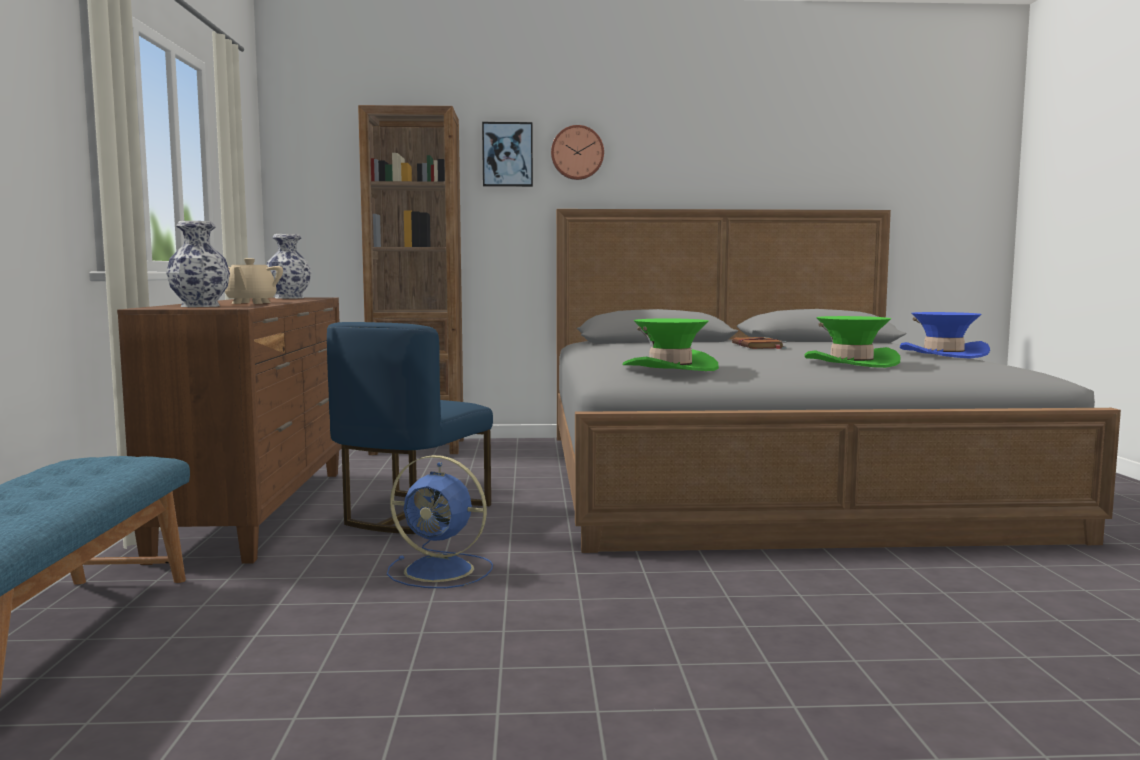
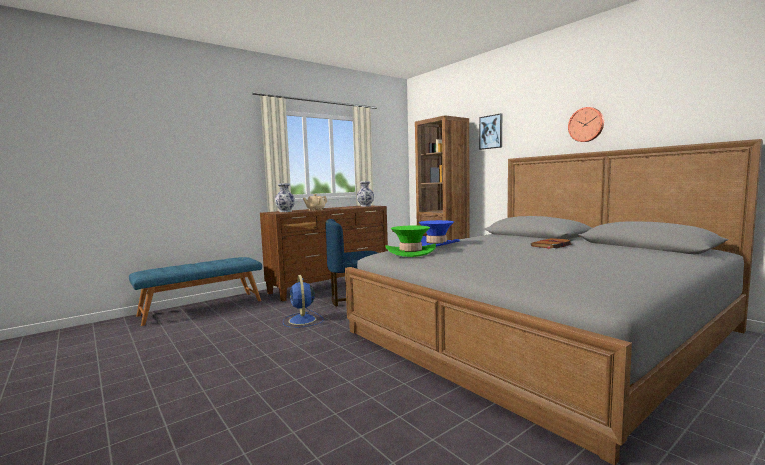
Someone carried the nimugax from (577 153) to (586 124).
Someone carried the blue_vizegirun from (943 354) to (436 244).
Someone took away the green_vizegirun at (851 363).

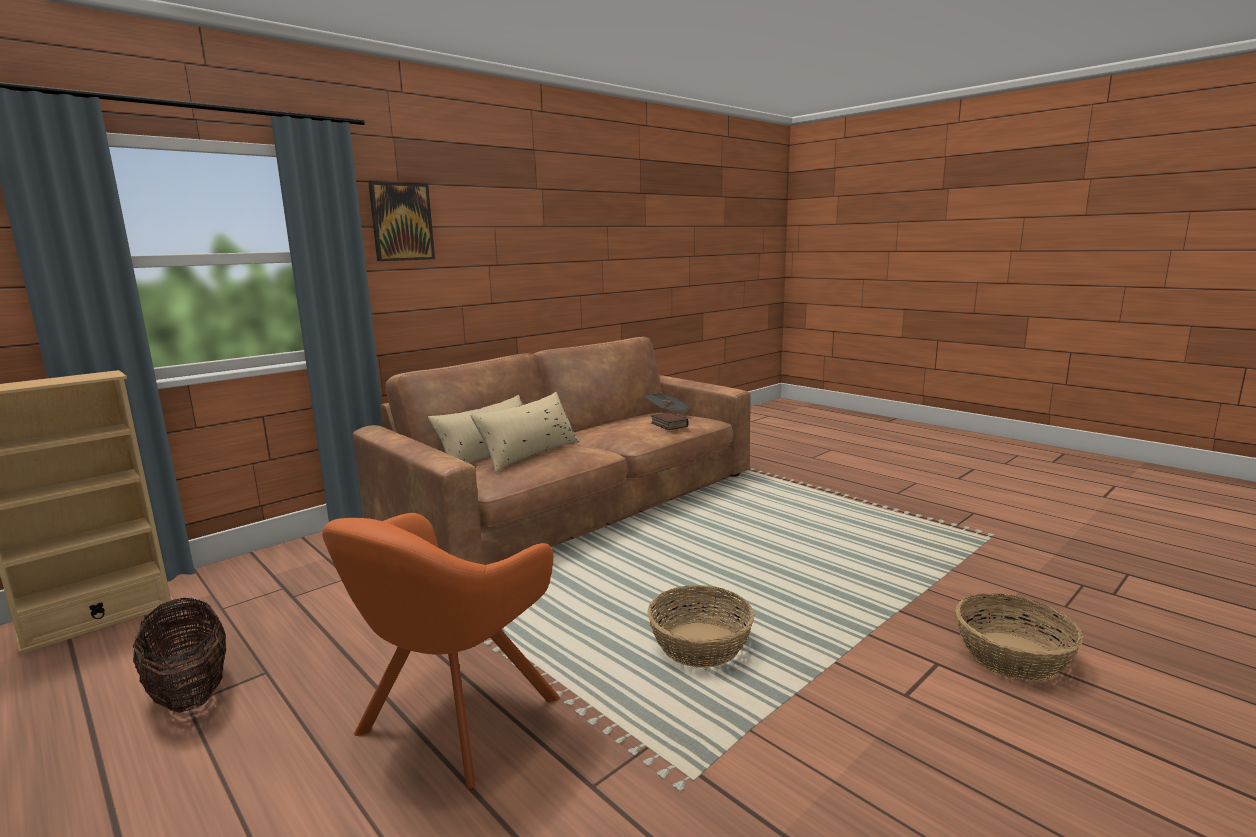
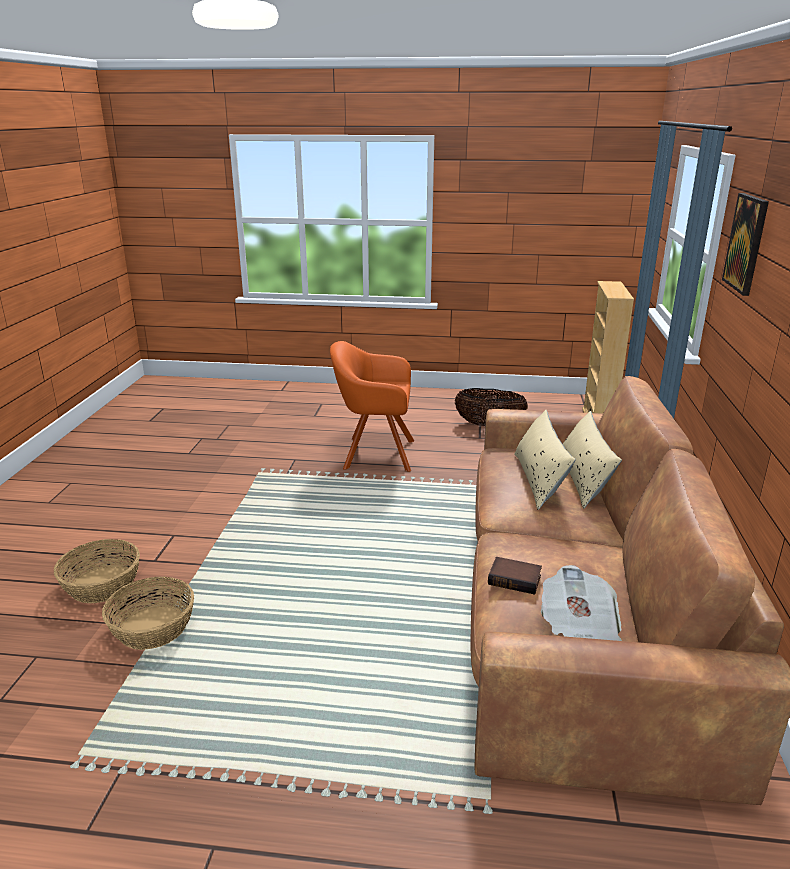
Someone rotated the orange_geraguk at (451 722) by 75 degrees counterclockwise.
Someone carried the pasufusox from (700 644) to (153 628).

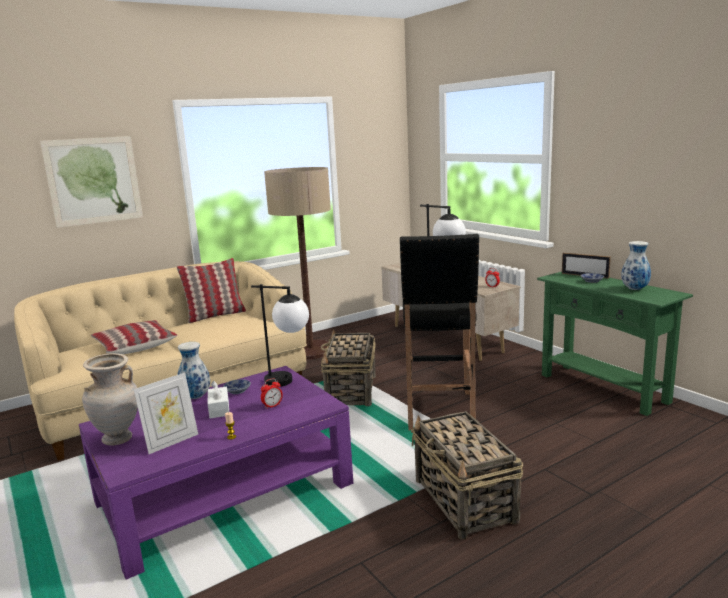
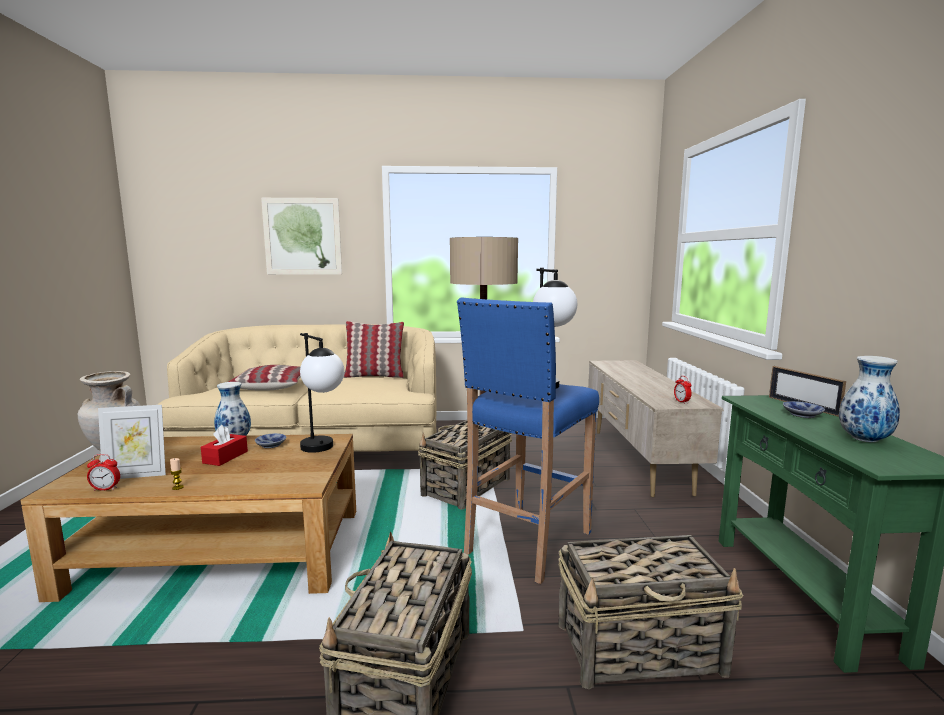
Someone repainted the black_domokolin at (439 412), which became the blue_domokolin at (527 543).
Someone repainted the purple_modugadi at (225 492), which became the brown_modugadi at (222 550).
Someone carried the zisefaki from (272 406) to (105 489).
Someone repainted the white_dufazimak at (219 409), which became the red_dufazimak at (225 457).
Someone put down the pasufusox at (641 648).

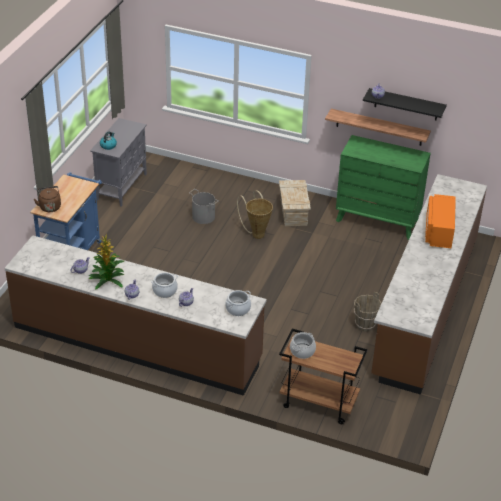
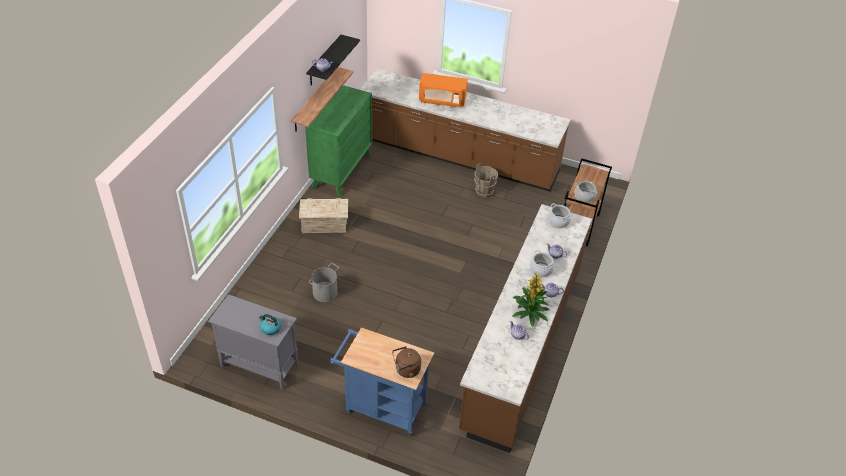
Someone took away the pasufusox at (256 233).

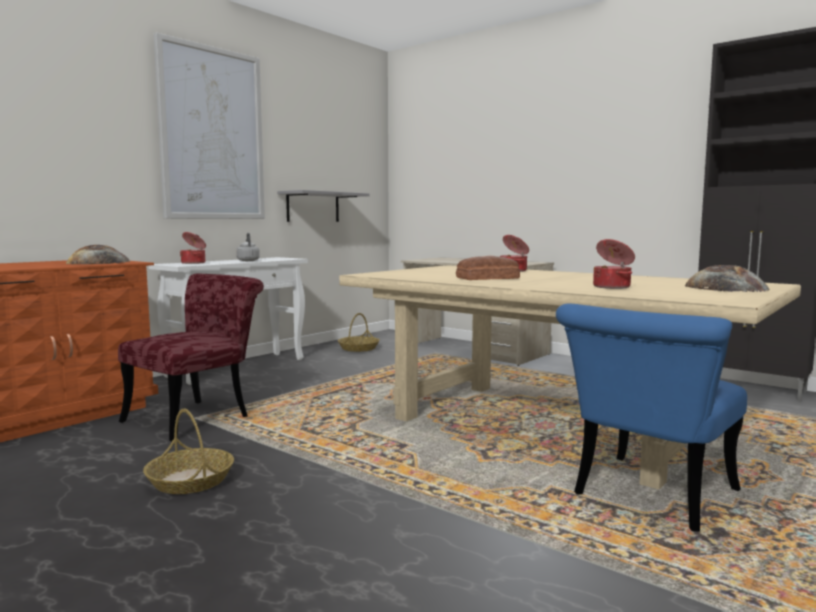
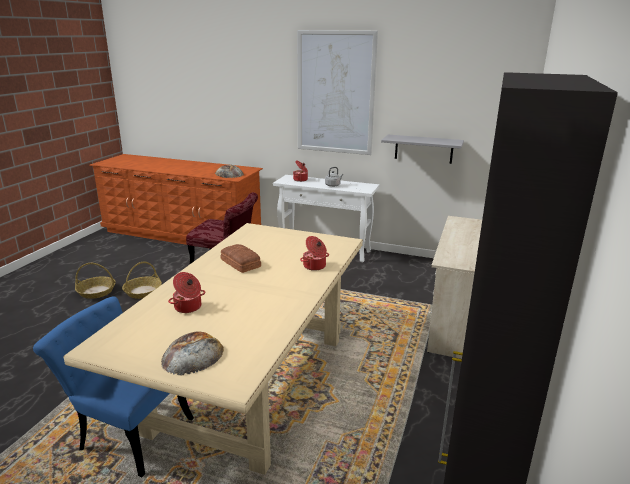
Someone carried the pasufusox from (358 348) to (97 291).

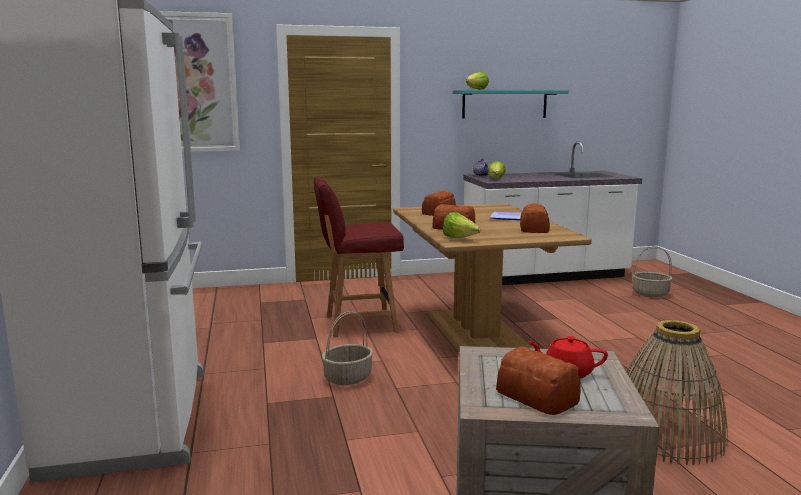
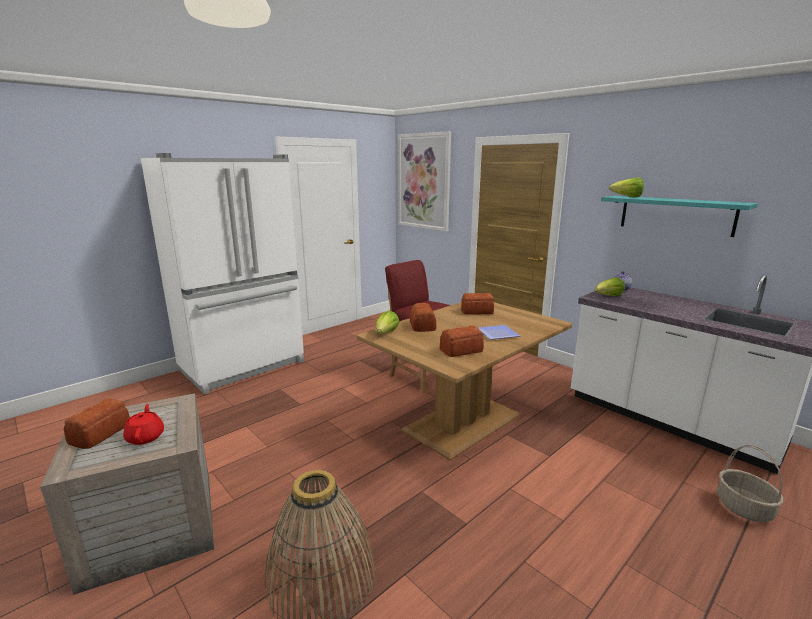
Someone took away the pasufusox at (348 377).

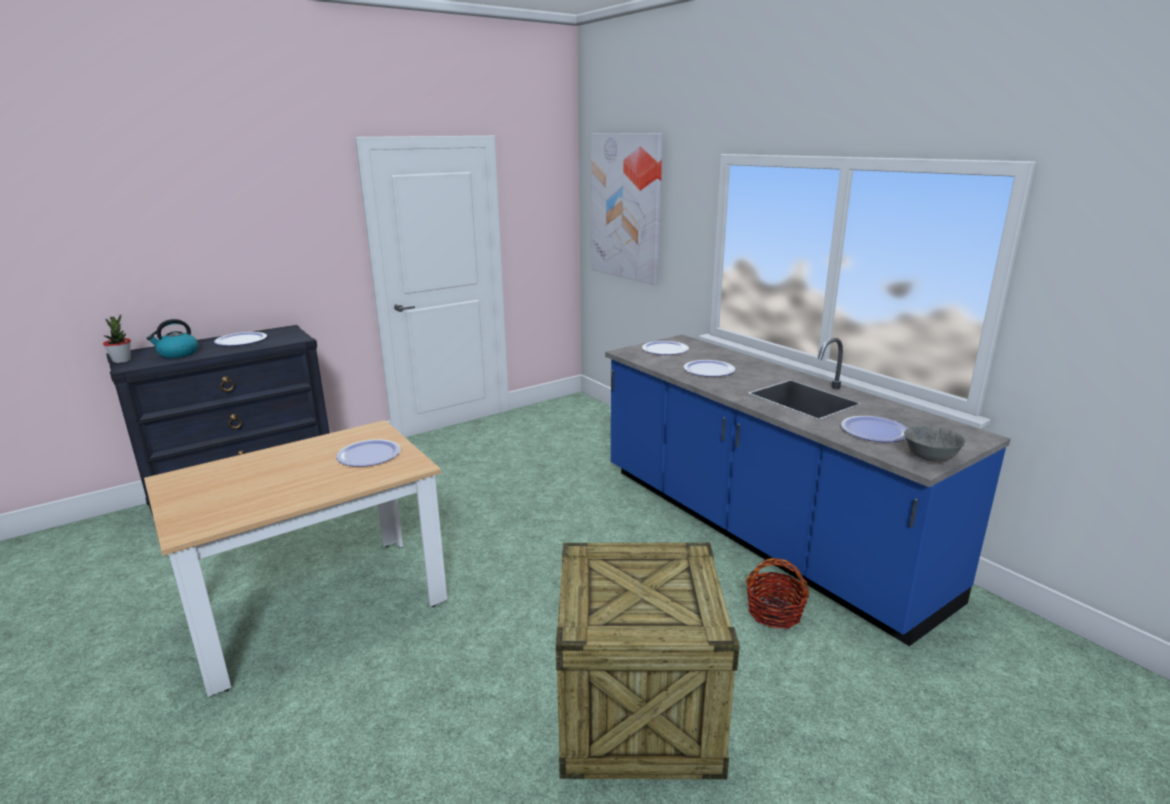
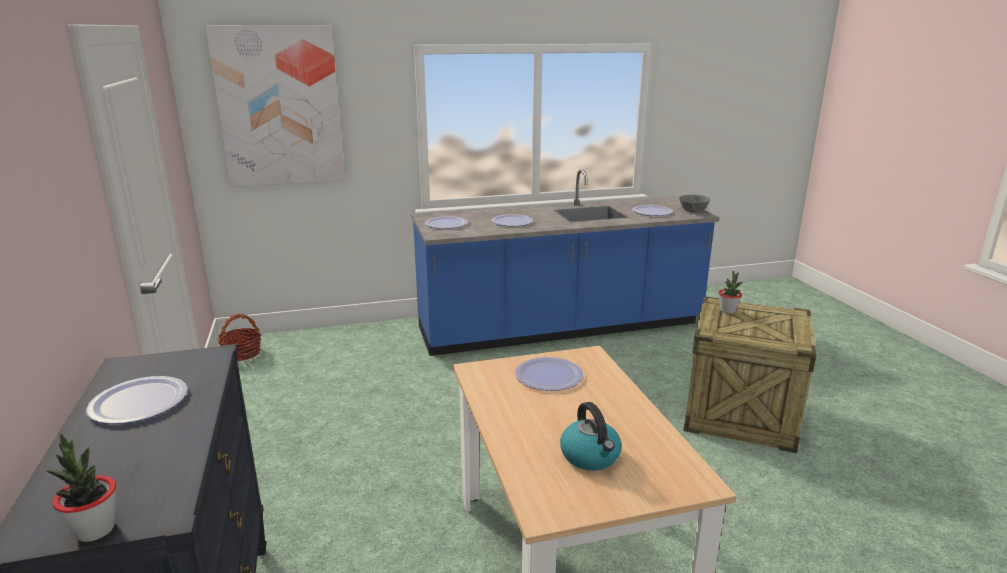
Someone carried the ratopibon from (178 354) to (591 456).
Someone carried the pasufusox from (774 612) to (242 353).
Someone put down the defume at (727 311).

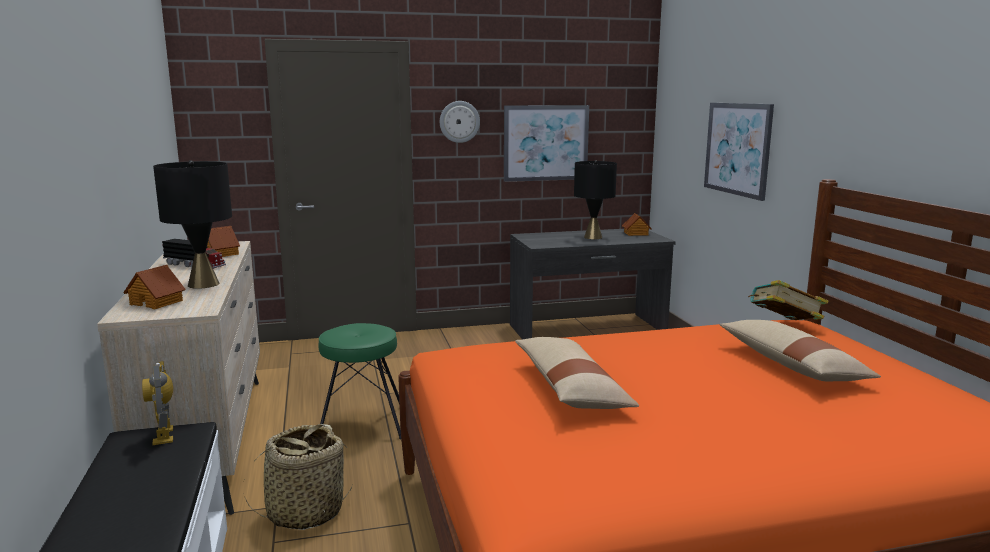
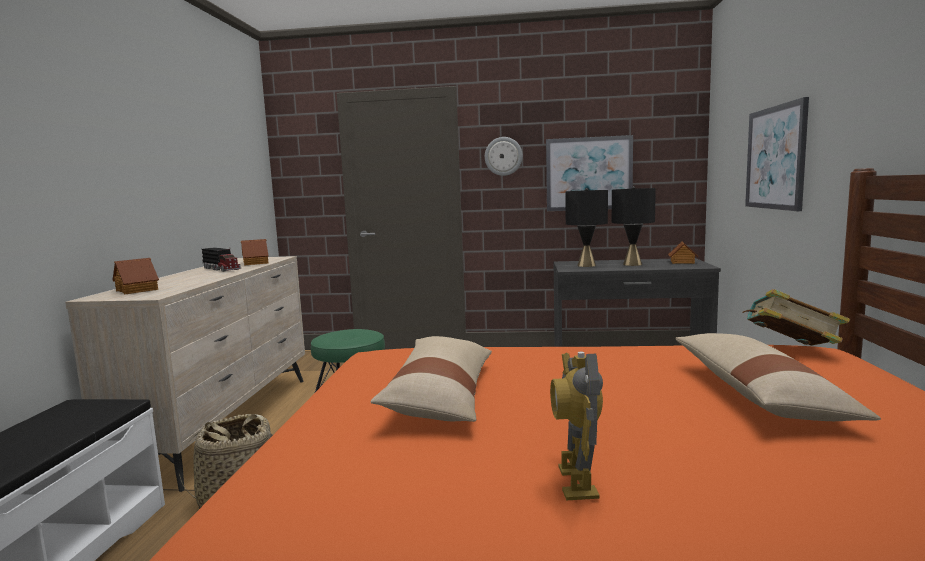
Someone carried the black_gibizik from (203 284) to (586 265).
Someone carried the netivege from (164 435) to (576 482).

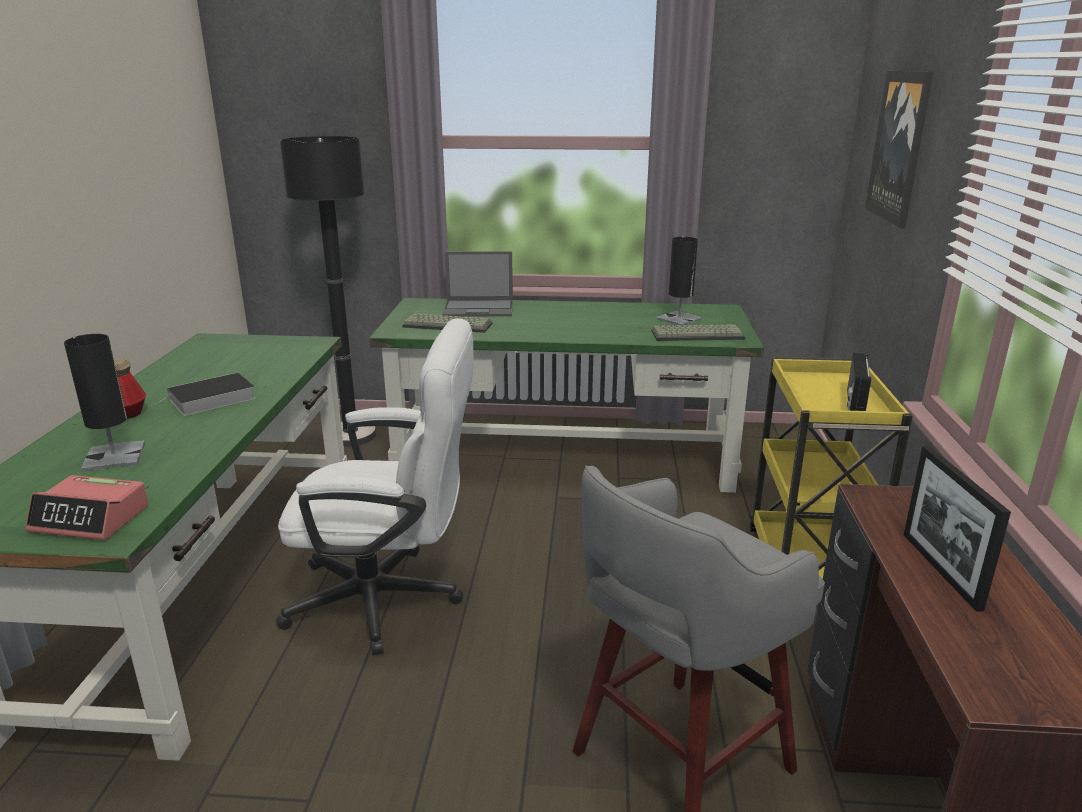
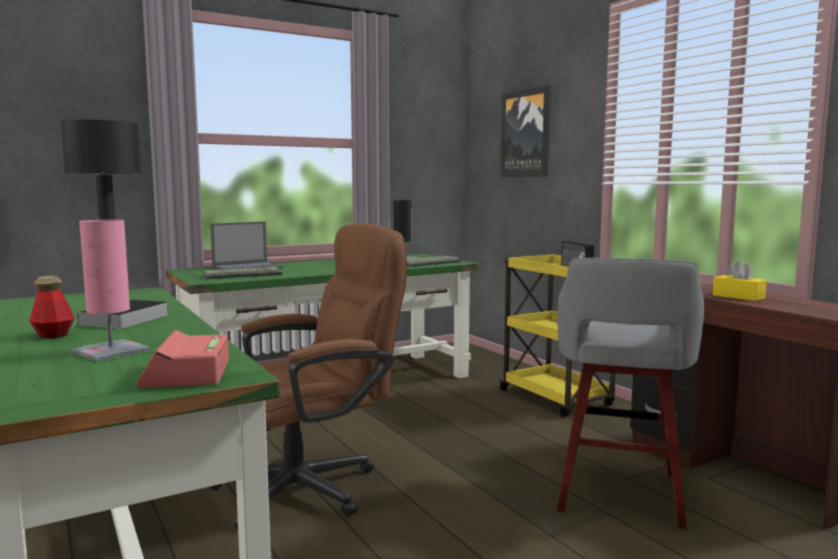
Someone repainted the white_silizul at (390 599), which became the brown_silizul at (312 486).
Someone repainted the black_gibizik at (114 457), which became the pink_gibizik at (111 351).
Someone swapped the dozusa at (940 570) for the yellow_dufazimak at (738 296).
Someone rotated the zisefaki at (91 519) by 105 degrees clockwise.

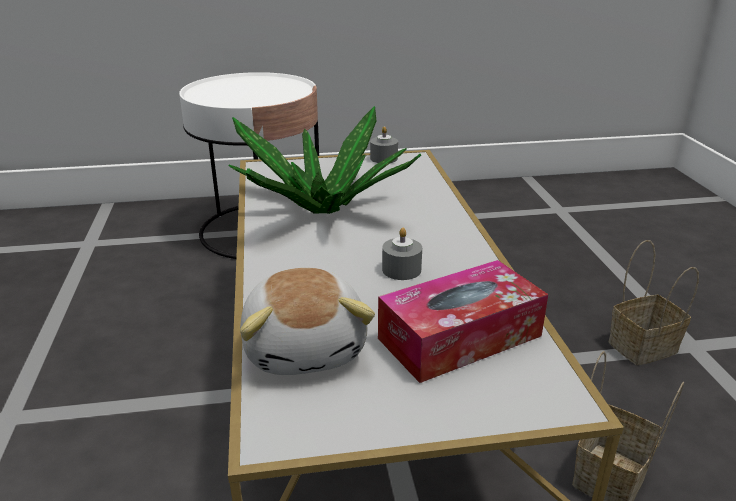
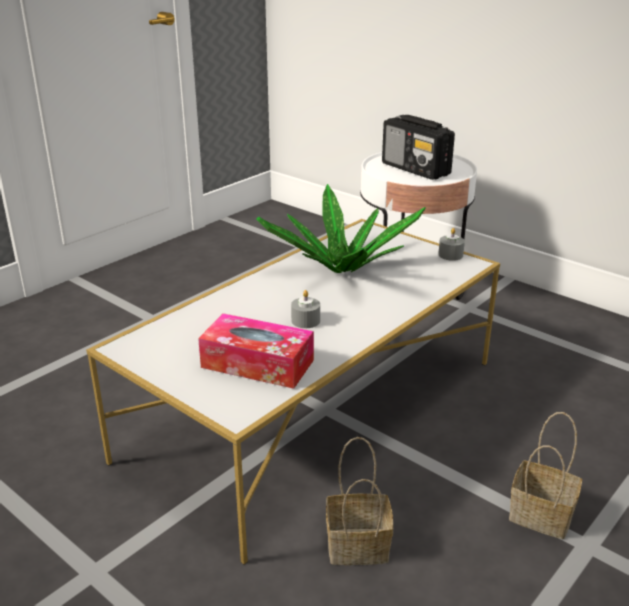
Someone took away the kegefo at (306 347).
Someone put down the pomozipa at (416 169).

